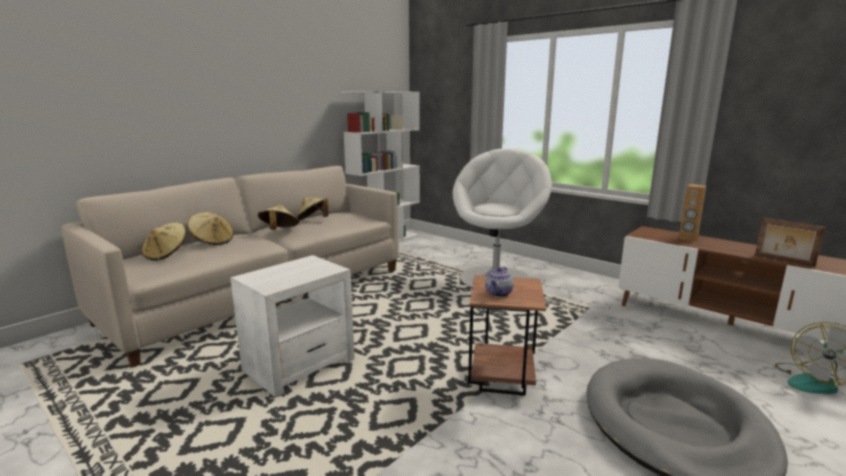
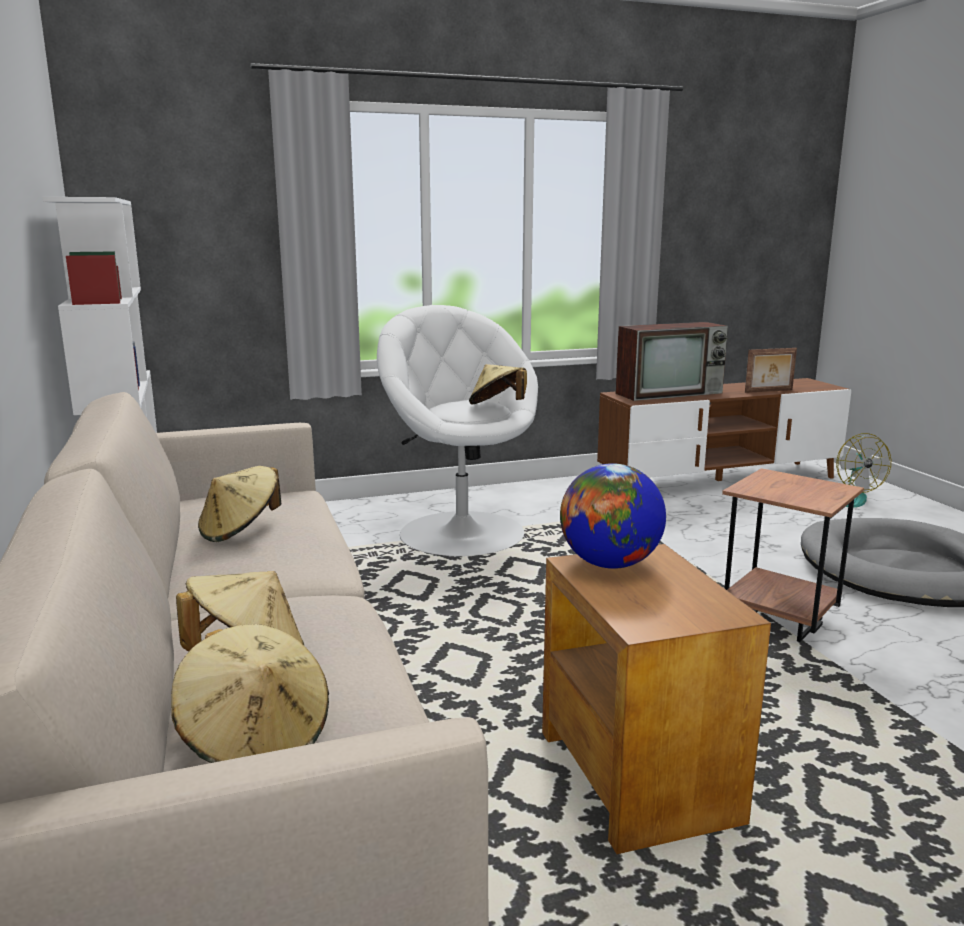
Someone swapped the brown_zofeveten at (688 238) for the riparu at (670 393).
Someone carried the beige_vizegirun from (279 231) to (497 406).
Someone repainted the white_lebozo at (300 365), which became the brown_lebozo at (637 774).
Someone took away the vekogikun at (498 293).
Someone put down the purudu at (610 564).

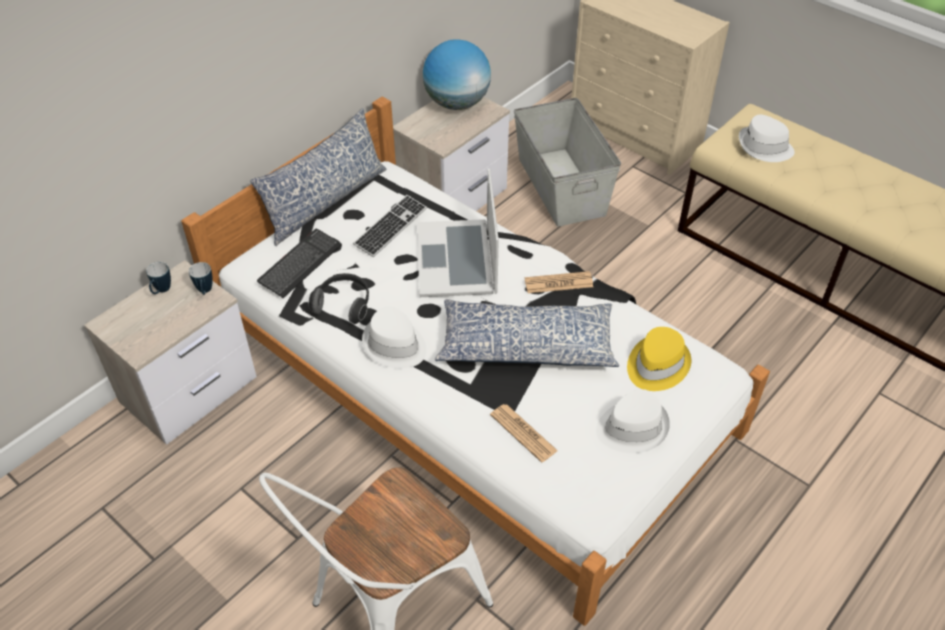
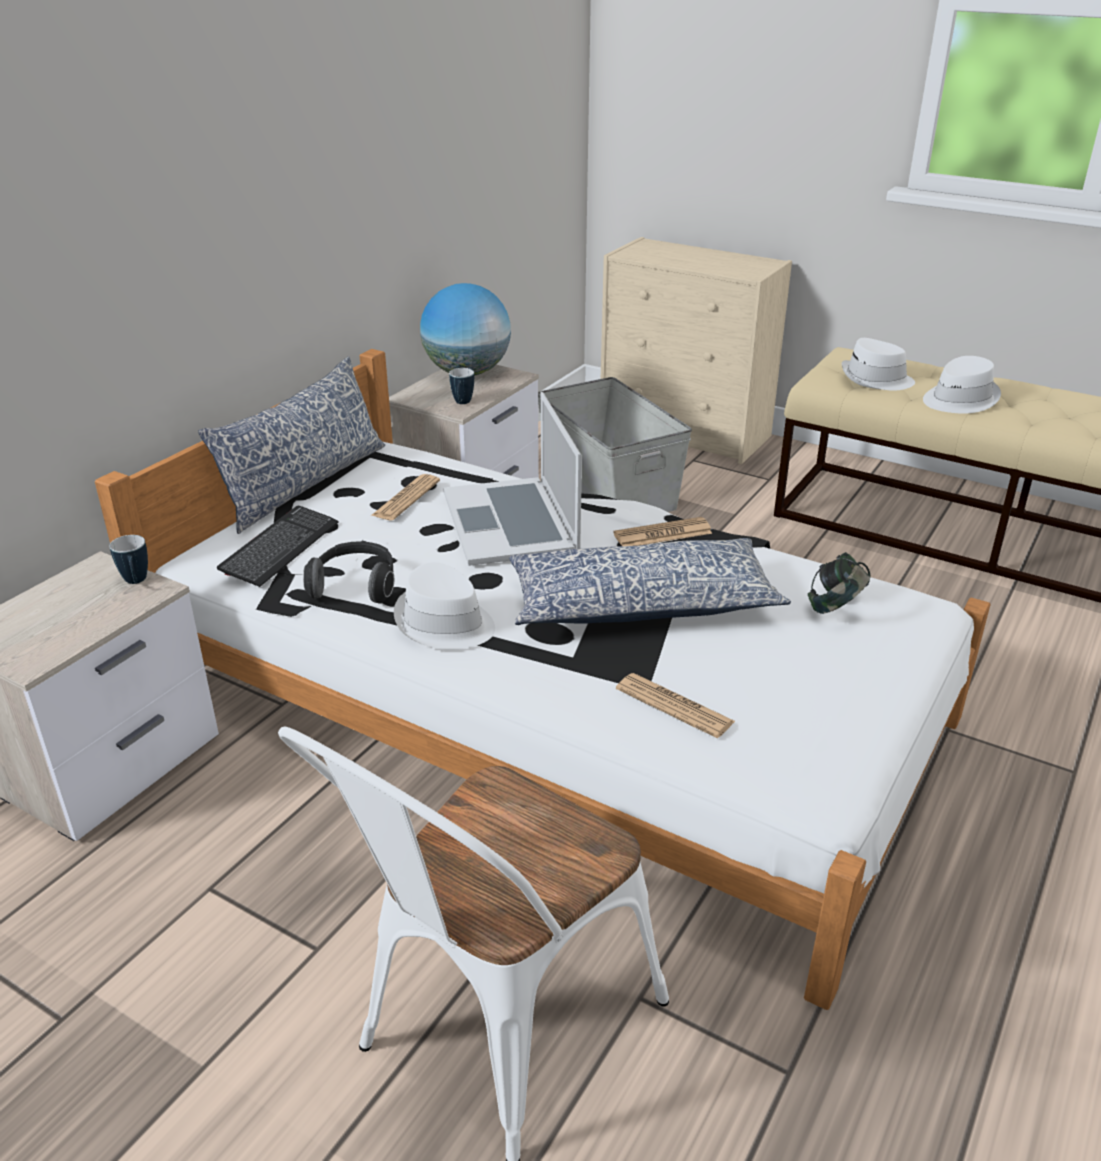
Someone swapped the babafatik at (390 227) for the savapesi at (406 498).
Someone carried the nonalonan from (161 291) to (462 403).
Someone swapped the yellow_vizegirun at (656 365) for the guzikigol at (836 608).
Someone carried the white_vizegirun from (631 427) to (958 399).

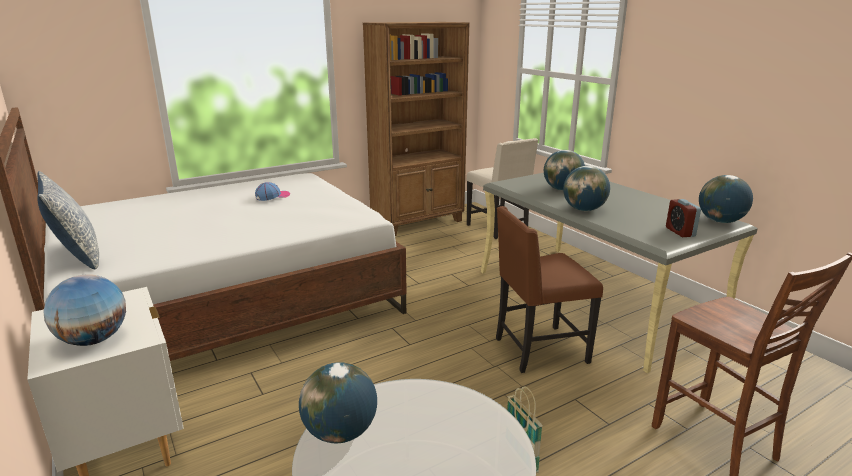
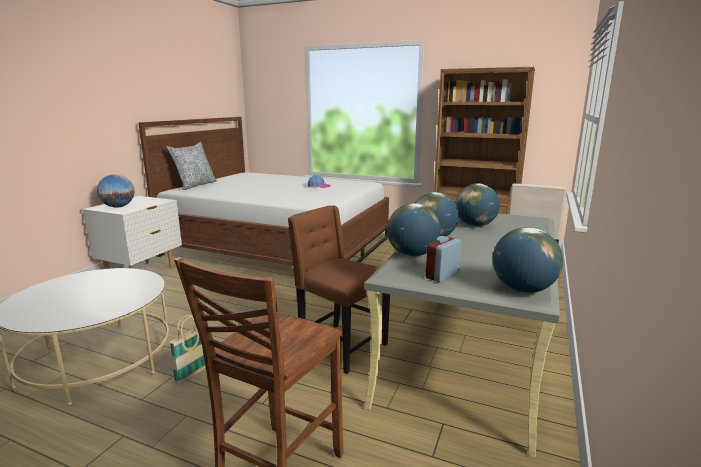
Someone carried the purudu from (341 432) to (412 254).

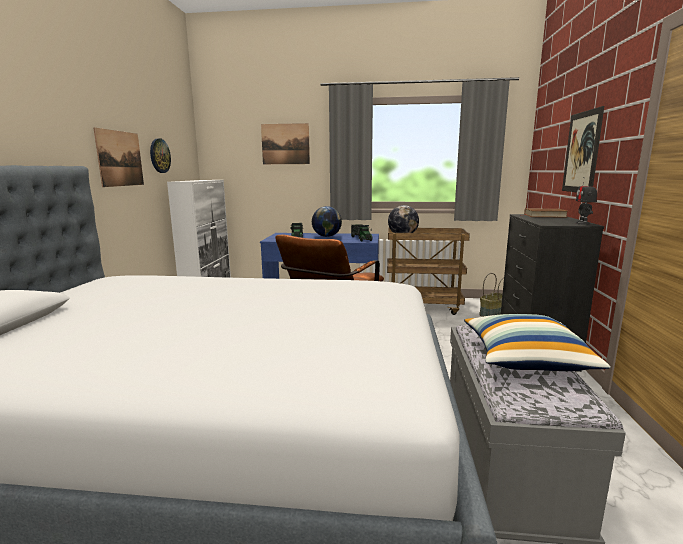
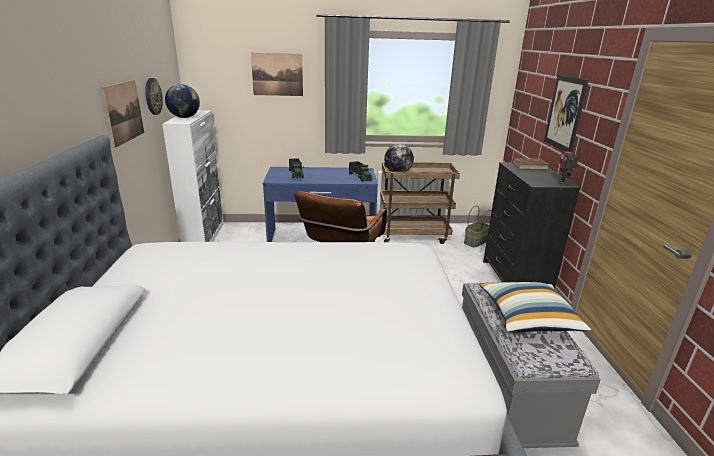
Someone carried the purudu from (326 236) to (184 117).

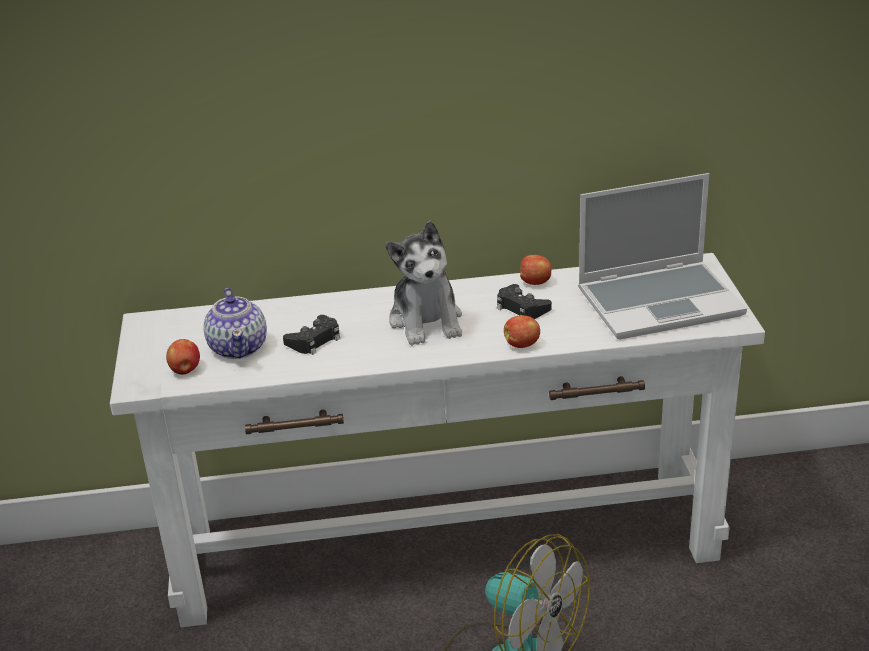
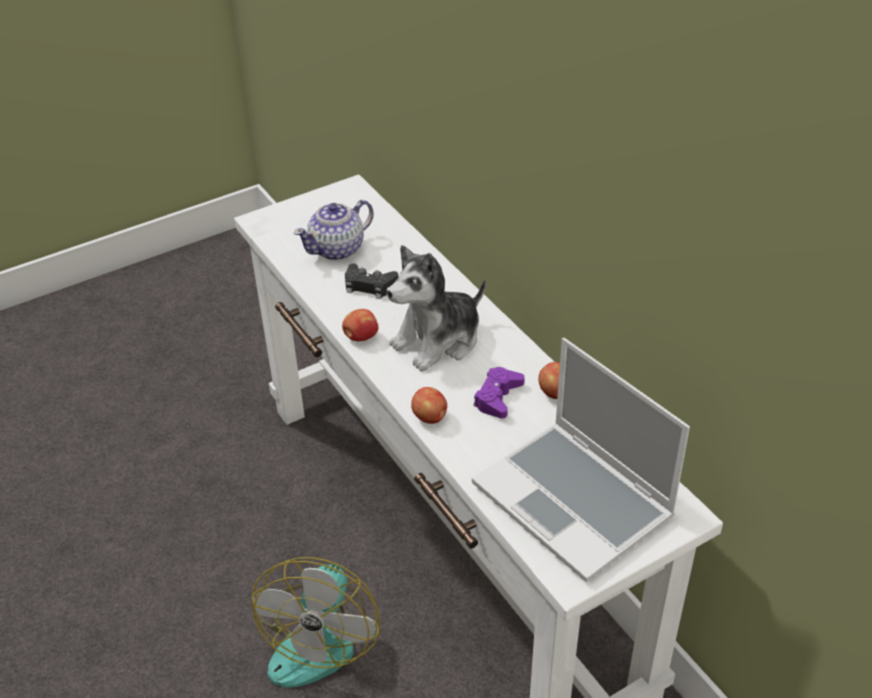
Someone repainted the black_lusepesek at (521 308), which became the purple_lusepesek at (498 397).
Someone carried the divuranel from (185 370) to (360 337).

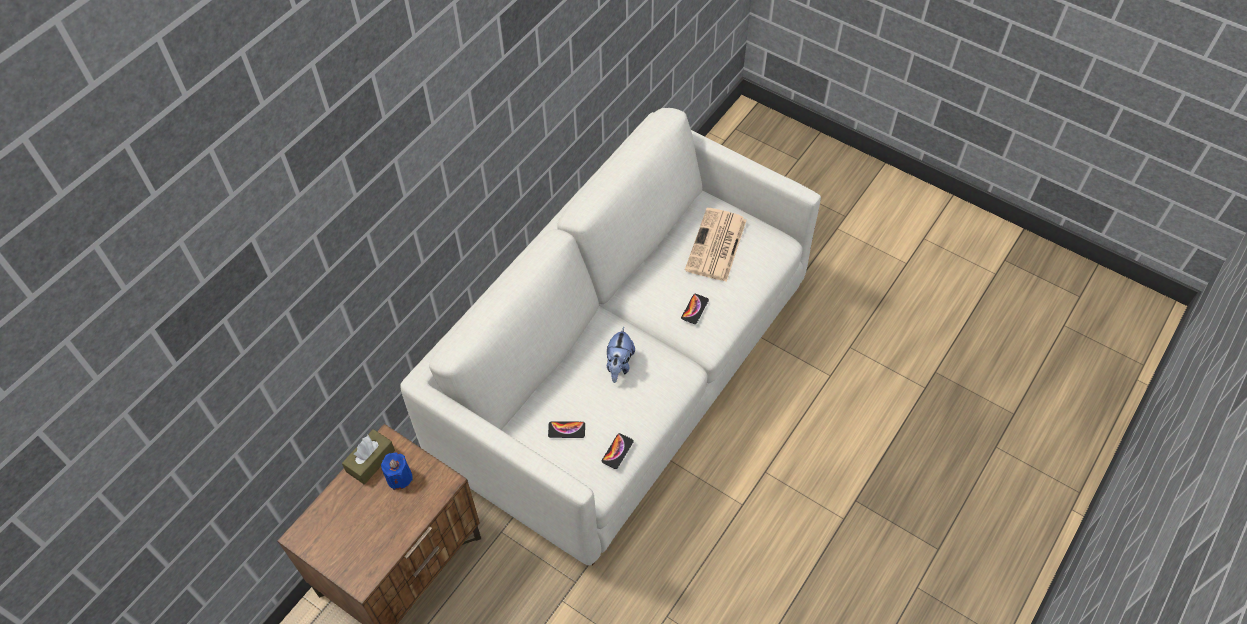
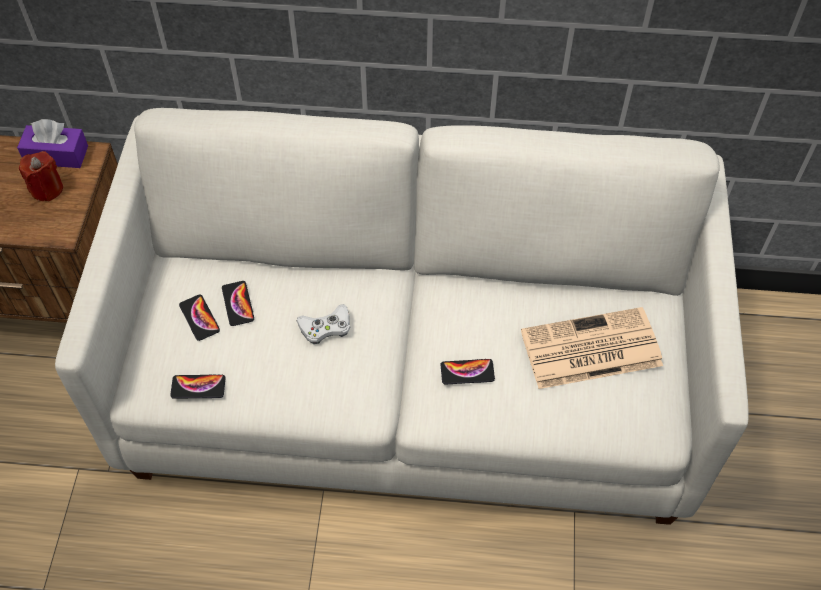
Someone swapped the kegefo at (619 365) for the white_lusepesek at (325 327).
Someone repainted the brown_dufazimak at (370 461), which became the purple_dufazimak at (56 155).
Someone repainted the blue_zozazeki at (399 477), which became the red_zozazeki at (47 189).
Someone put down the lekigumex at (238 304).

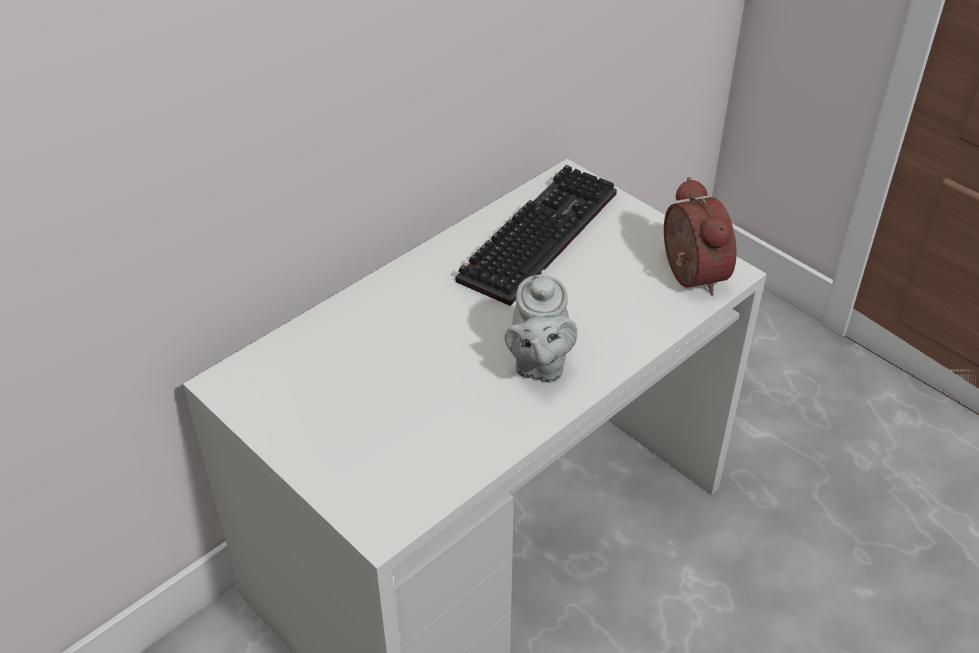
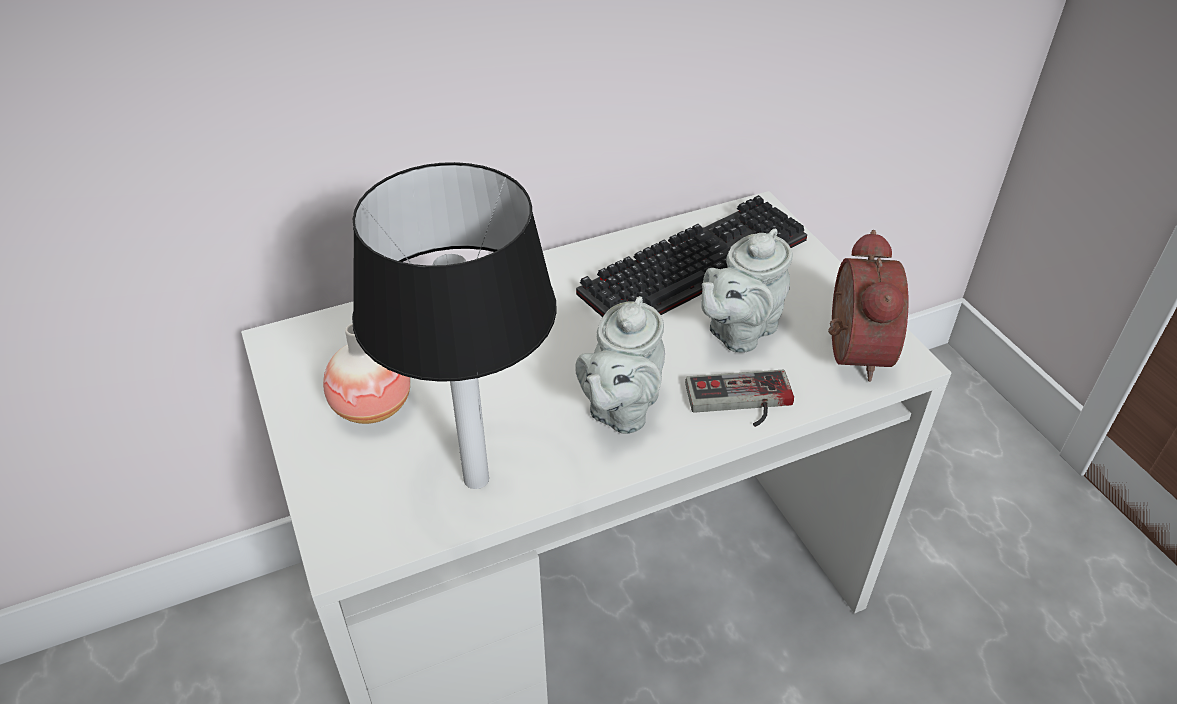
Someone put down the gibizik at (475 480).
Someone put down the grey_vekogikun at (738 332).
Someone put down the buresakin at (372 407).
Someone put down the lusepesek at (741 403).

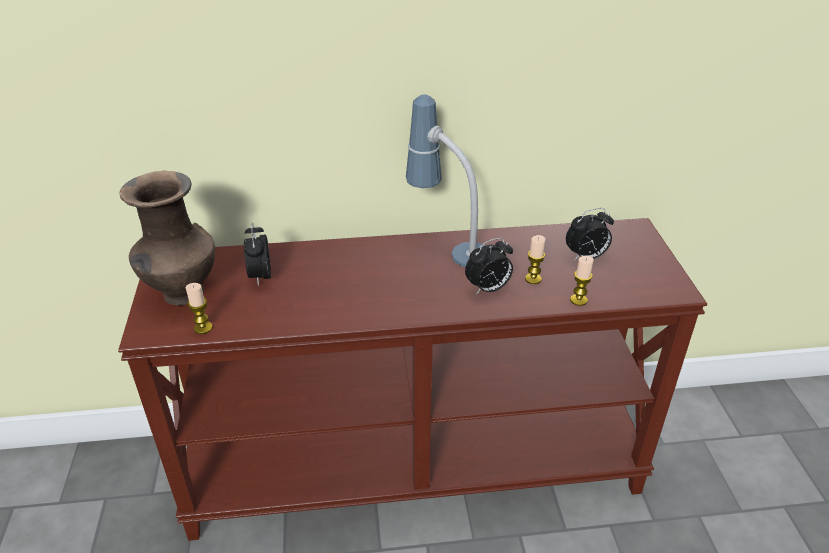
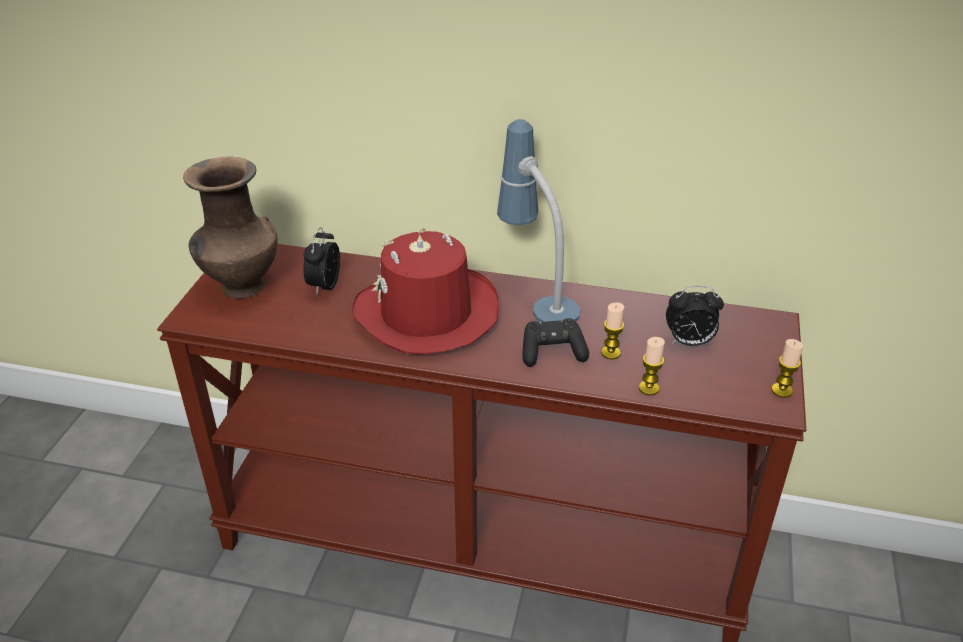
Someone swapped the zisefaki at (488 289) for the black_lusepesek at (552 352).
Someone carried the zozazeki from (203 328) to (781 390).
Someone put down the red_vizegirun at (426 313).

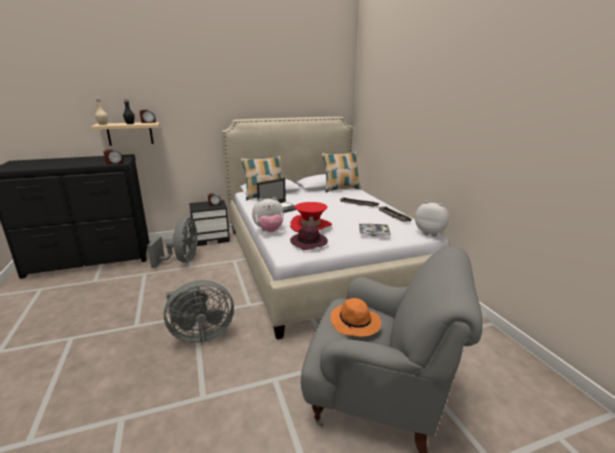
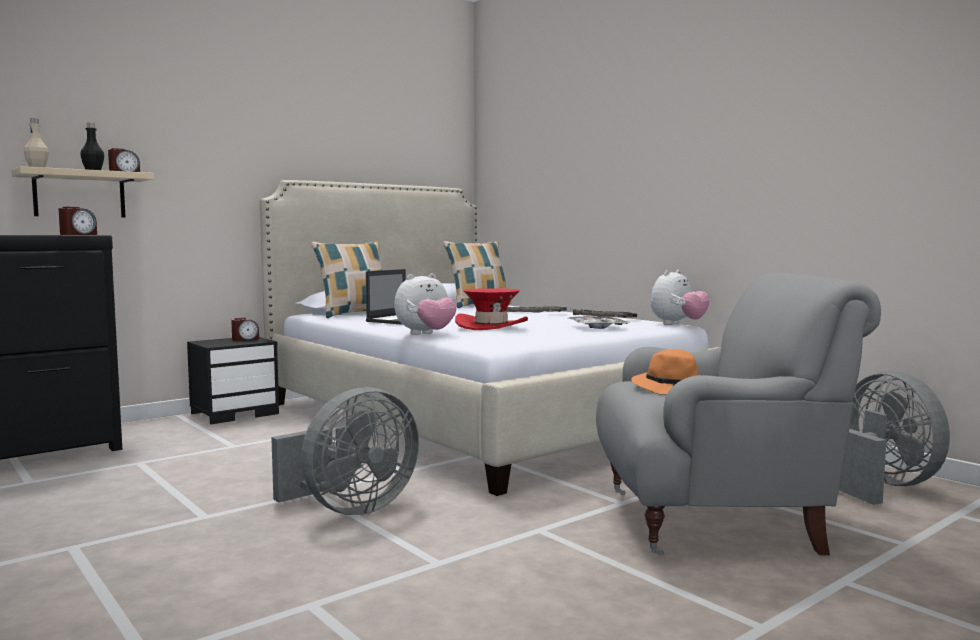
Someone rotated the kegefo at (431 233) by 120 degrees clockwise.
Someone carried the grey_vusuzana from (182 260) to (881 486).
Someone took away the purple_vizegirun at (309 243).

